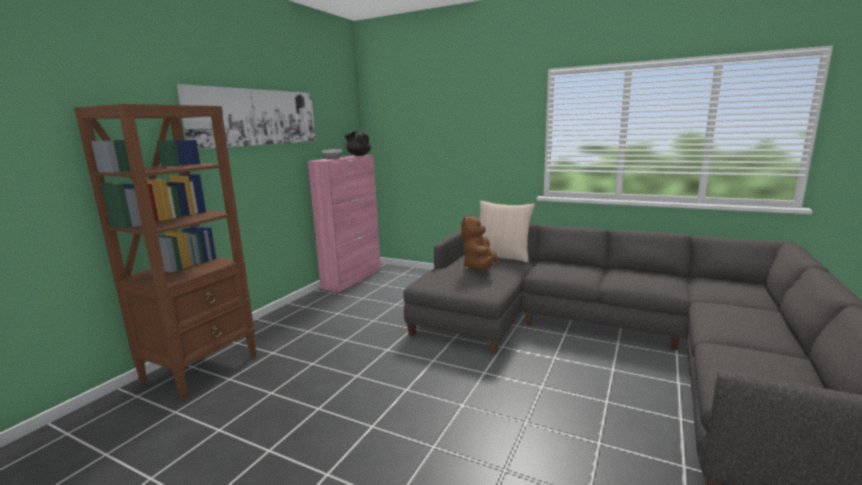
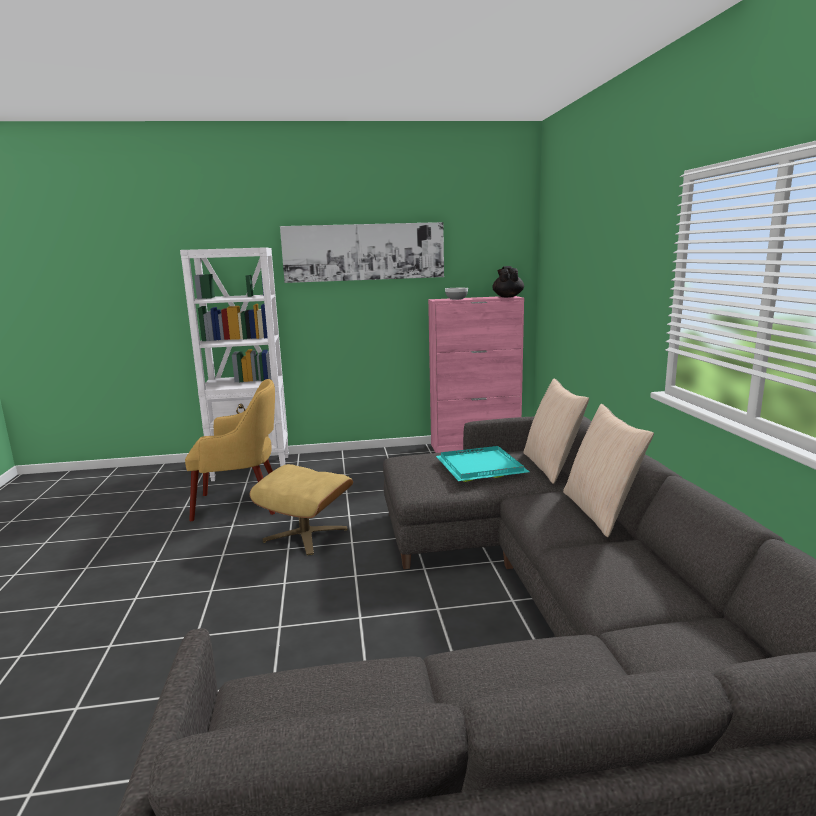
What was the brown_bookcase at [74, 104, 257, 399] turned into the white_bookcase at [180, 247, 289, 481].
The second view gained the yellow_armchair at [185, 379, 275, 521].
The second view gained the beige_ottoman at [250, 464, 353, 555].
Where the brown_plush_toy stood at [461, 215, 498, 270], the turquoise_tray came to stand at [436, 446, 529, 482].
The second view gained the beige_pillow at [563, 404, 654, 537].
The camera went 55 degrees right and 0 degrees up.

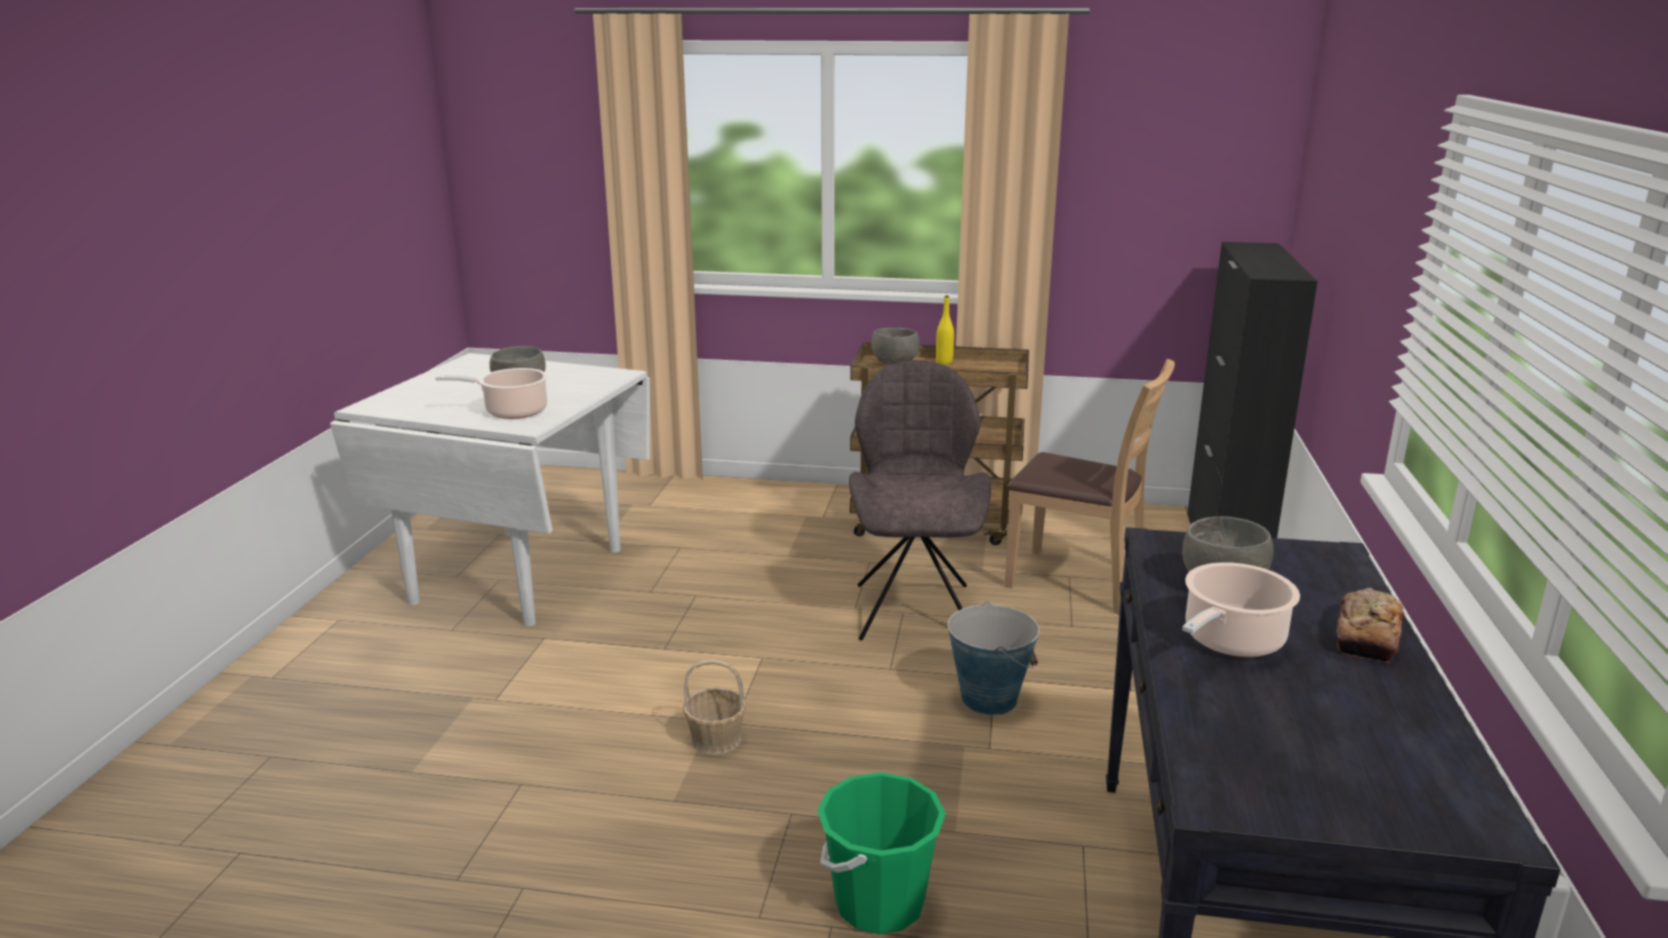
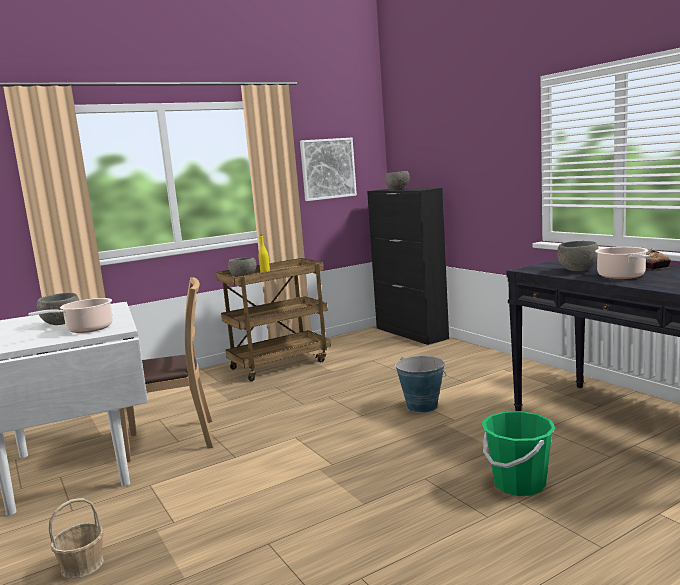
The basket ended up elsewhere, having gone from [683, 660, 746, 755] to [49, 498, 104, 579].
The brown_chair ended up elsewhere, having gone from [1005, 359, 1175, 614] to [119, 277, 214, 462].
The second view gained the picture at [300, 138, 357, 201].
The second view gained the grey_bowl at [385, 171, 410, 189].
The second view lost the grey_chair at [849, 360, 991, 640].
The camera went 40 degrees left and 10 degrees down.

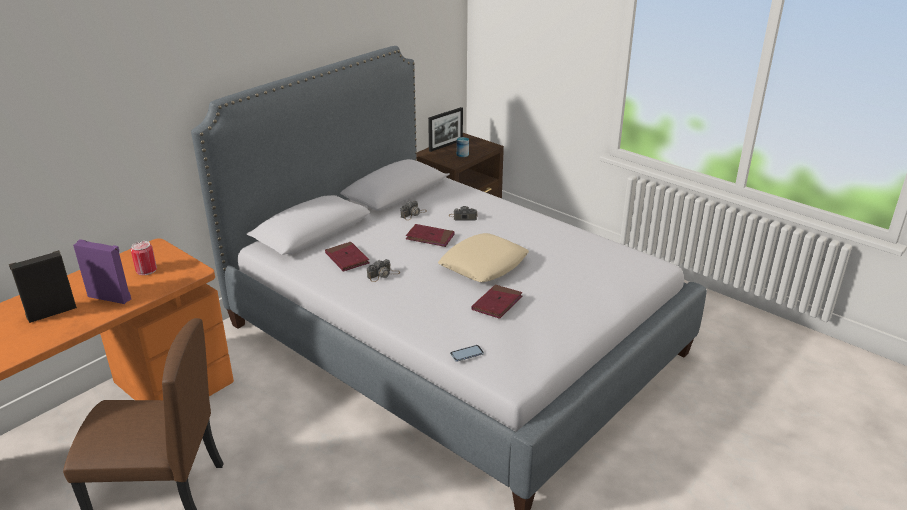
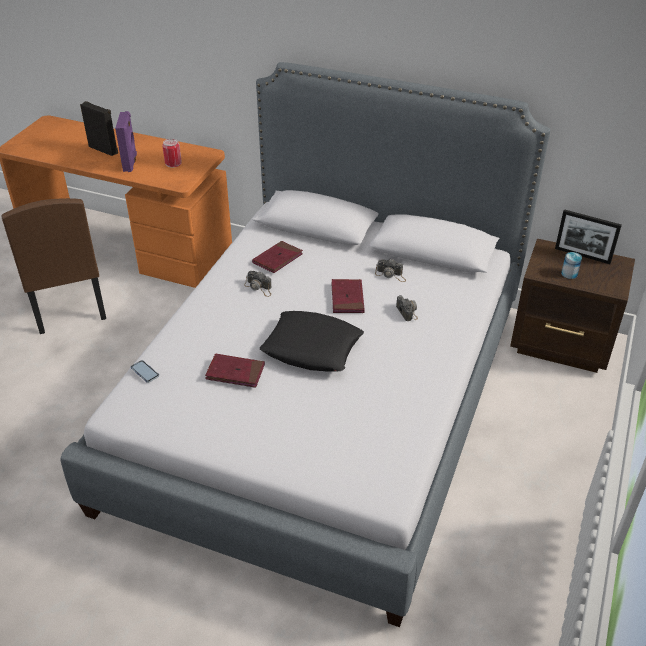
What was the beige_pillow at [438, 233, 529, 282] turned into the black_pillow at [259, 311, 364, 372].
The camera went 70 degrees right and 10 degrees up.

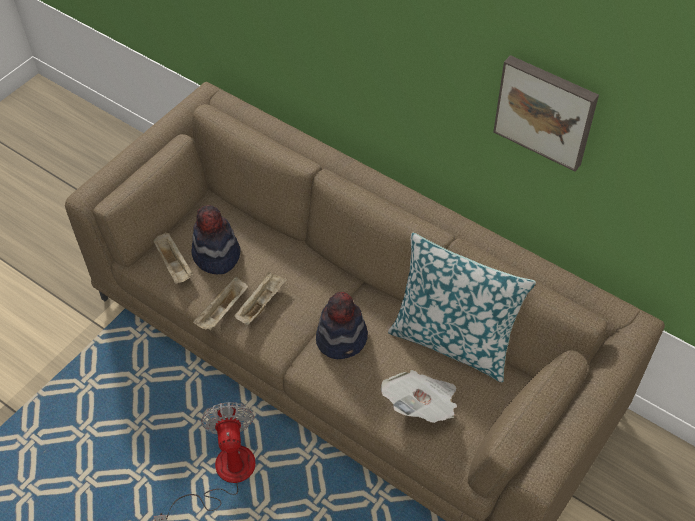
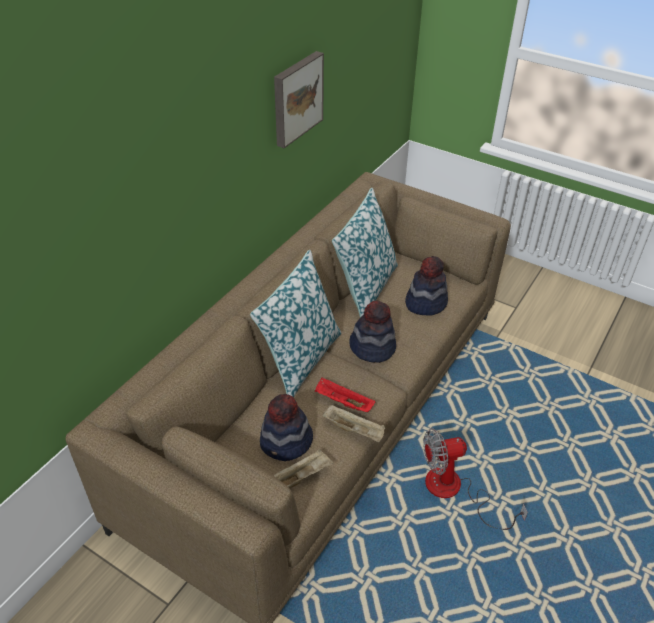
The second view gained the pillow at [250, 250, 341, 398].
What was the beige_tray at [234, 272, 287, 325] turned into the red_tray at [315, 377, 375, 412].
Where the newspaper stood at [381, 370, 457, 423], the hat came to stand at [405, 256, 448, 316].
The camera went 95 degrees left and 10 degrees down.

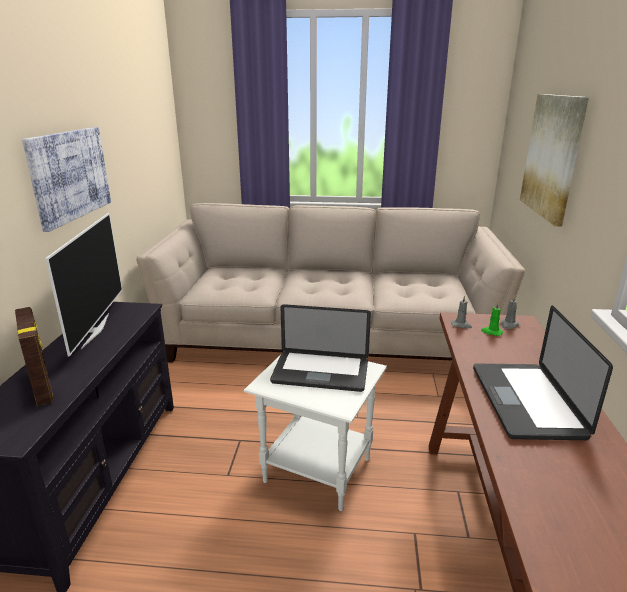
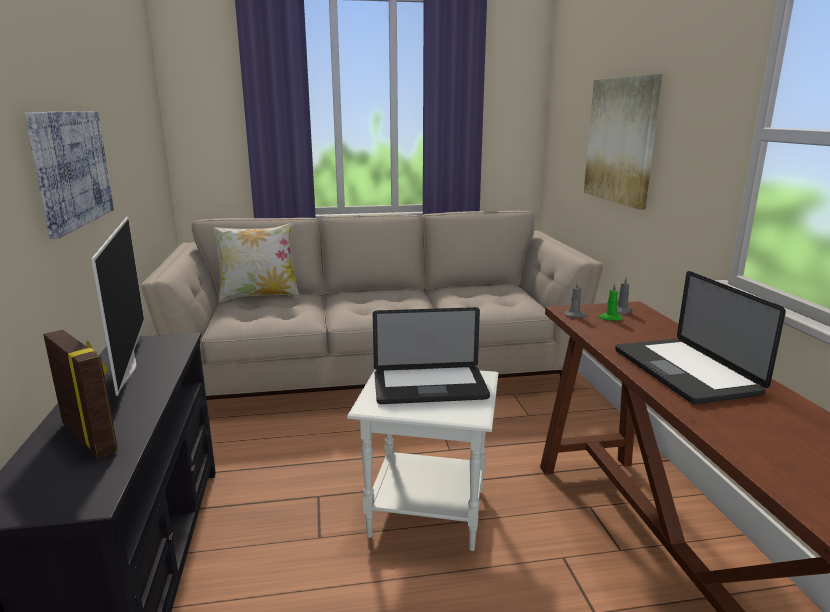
The second view gained the pillow at [213, 222, 300, 302].
The camera went 15 degrees left and 5 degrees down.

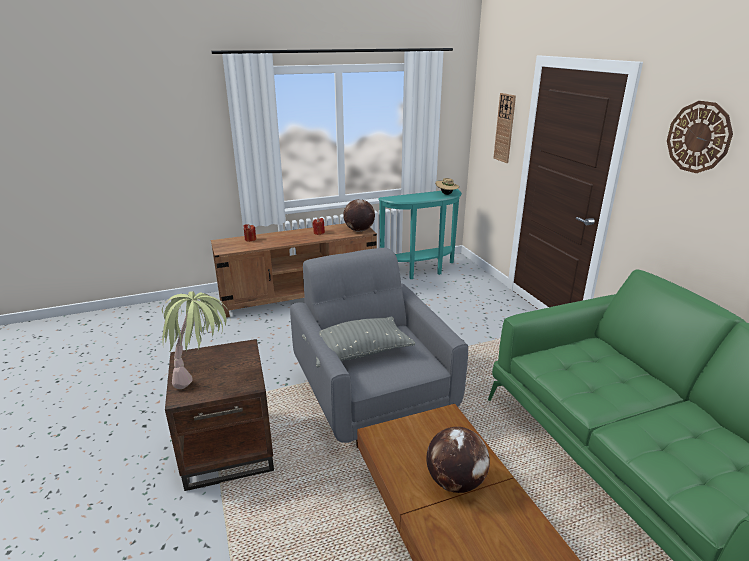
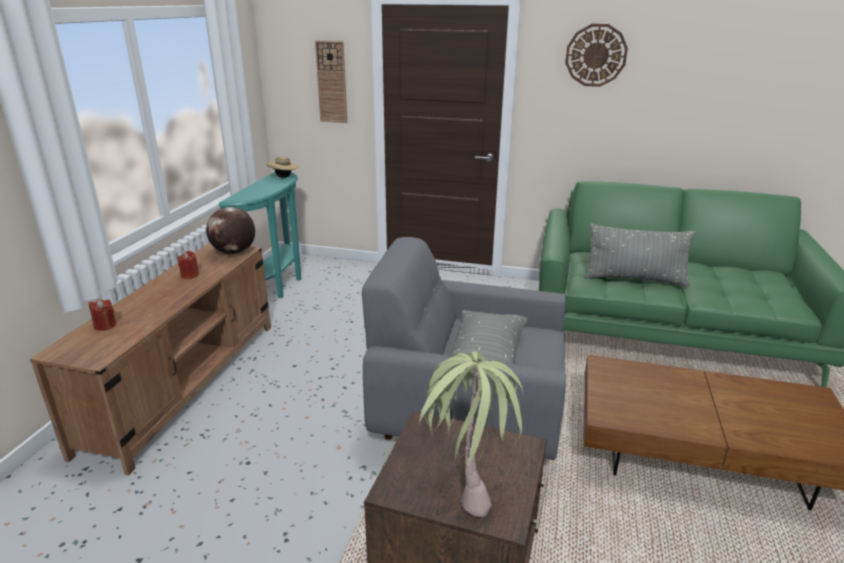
The second view gained the grey_pillow at [584, 224, 696, 288].
The second view lost the globe at [426, 427, 490, 493].
The camera went 55 degrees left and 0 degrees up.

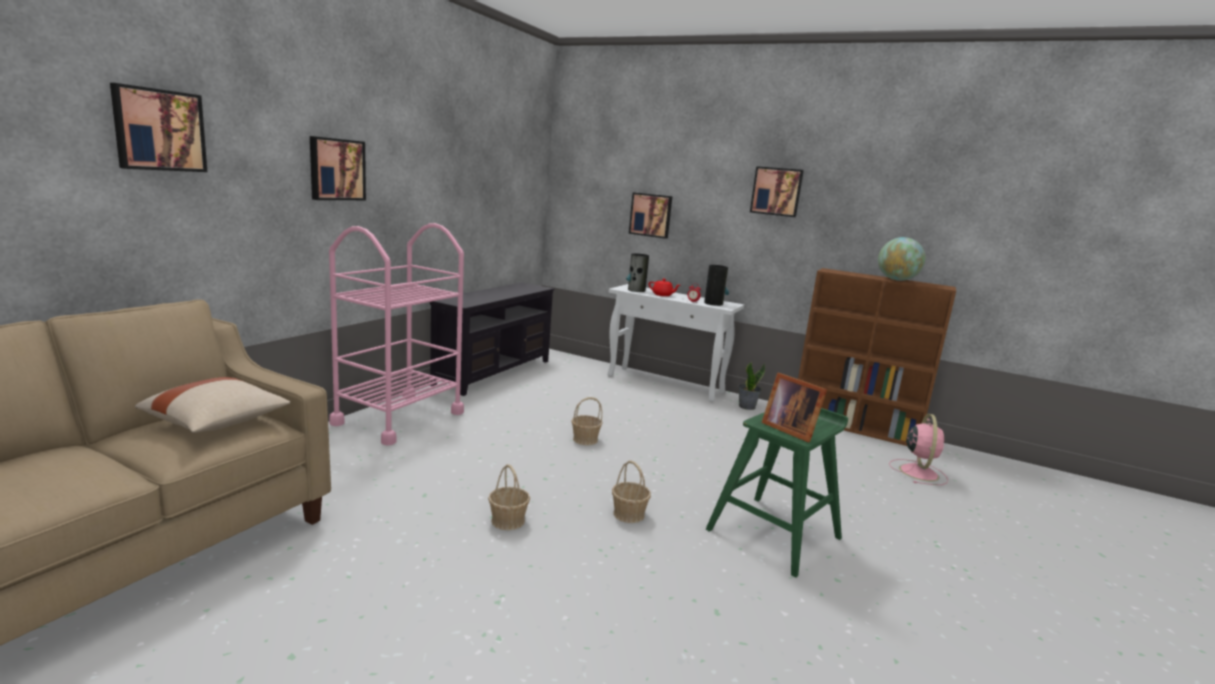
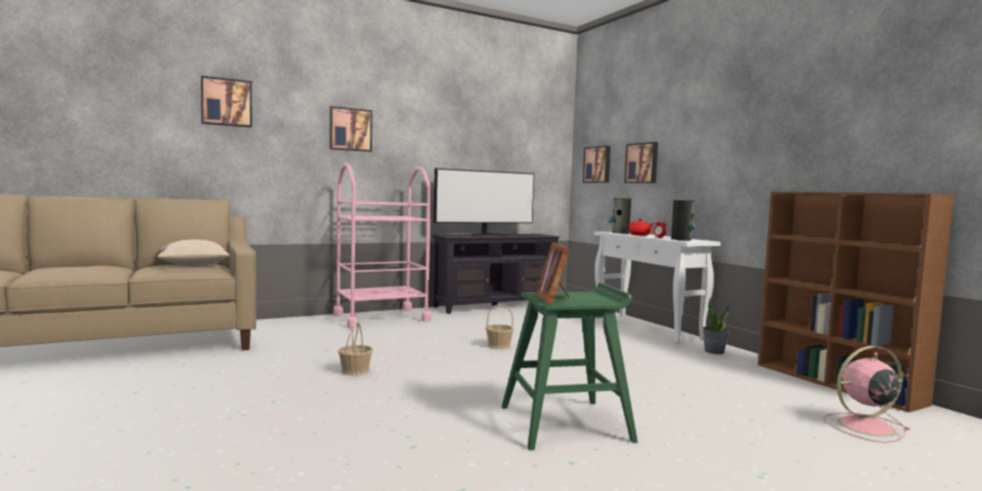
The second view gained the television at [433, 168, 534, 236].
The picture ended up elsewhere, having gone from [750, 166, 804, 217] to [583, 146, 611, 183].
The pink_fan at [889, 414, 948, 485] ended up facing another way, 150 degrees counterclockwise from before.
The second view lost the basket at [612, 460, 651, 523].
The second view lost the globe at [878, 237, 926, 281].
The camera went 35 degrees right and 10 degrees down.

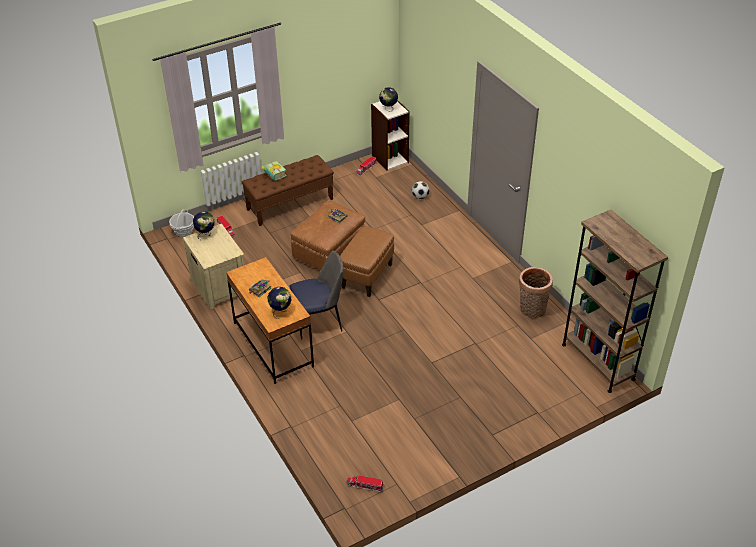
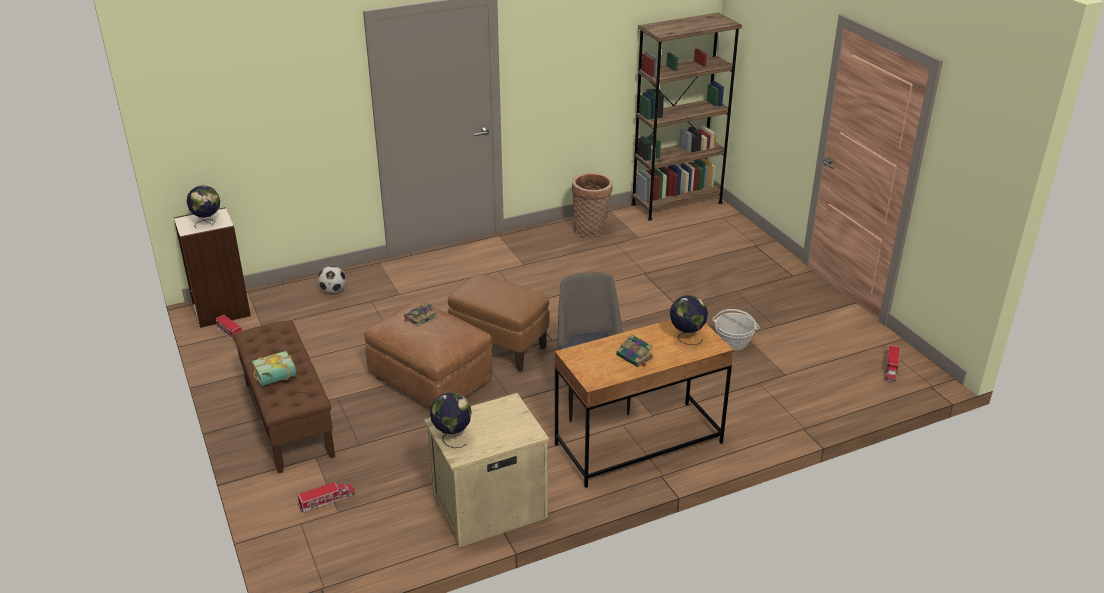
The basket ended up elsewhere, having gone from [169, 209, 194, 237] to [712, 309, 760, 351].
The camera went 85 degrees left and 10 degrees down.

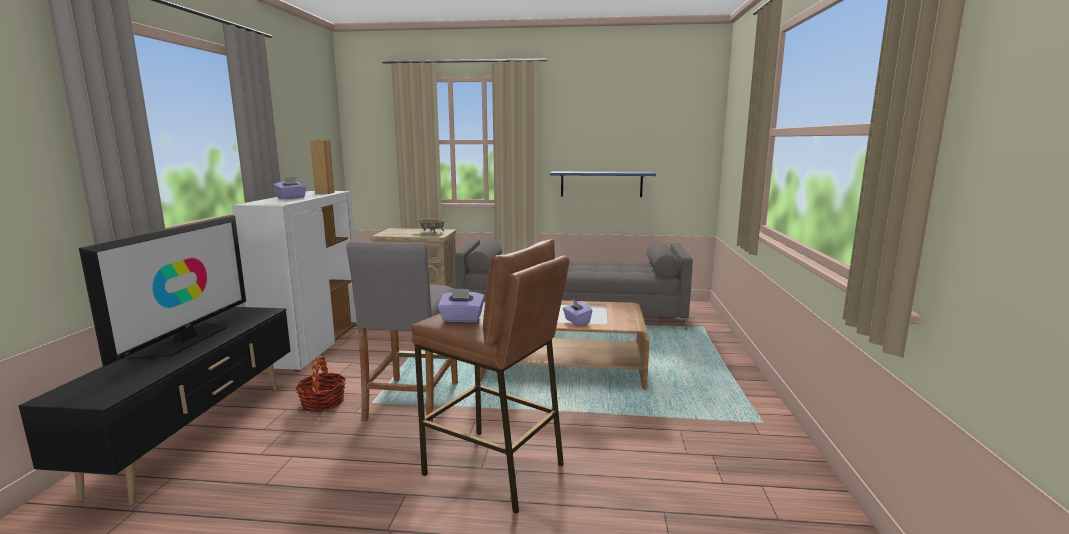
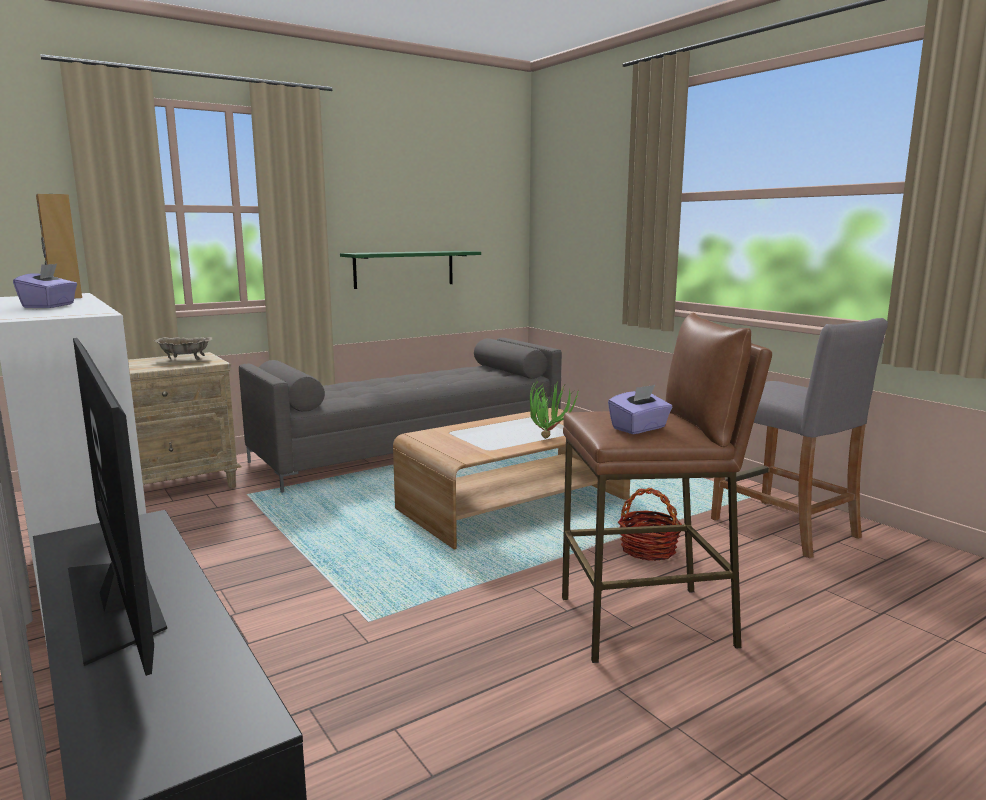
What was the blue_shelf at [550, 171, 656, 197] turned into the green_shelf at [340, 251, 481, 289].
Where the purple_tissue_box stood at [563, 299, 592, 326], the potted_plant came to stand at [530, 378, 578, 439].
The basket ended up elsewhere, having gone from [296, 356, 346, 412] to [618, 488, 682, 561].
The grey_stool ended up elsewhere, having gone from [347, 241, 458, 422] to [711, 318, 888, 559].
The camera went 40 degrees left and 0 degrees up.

